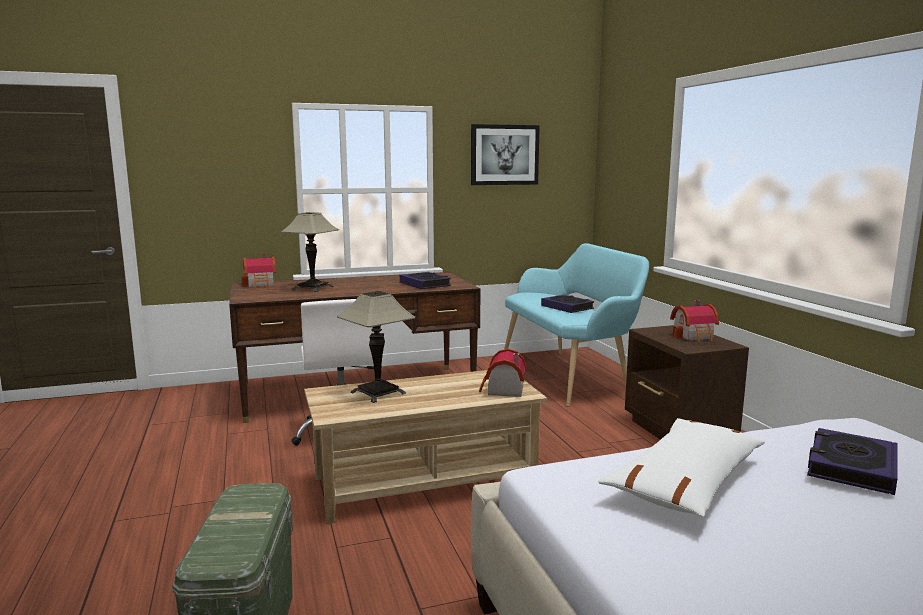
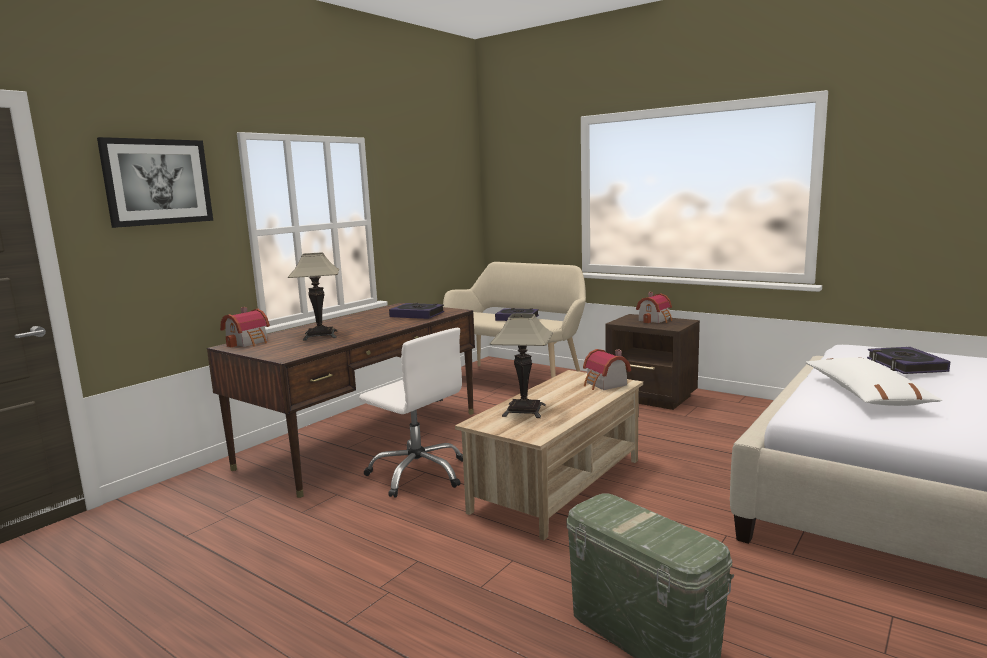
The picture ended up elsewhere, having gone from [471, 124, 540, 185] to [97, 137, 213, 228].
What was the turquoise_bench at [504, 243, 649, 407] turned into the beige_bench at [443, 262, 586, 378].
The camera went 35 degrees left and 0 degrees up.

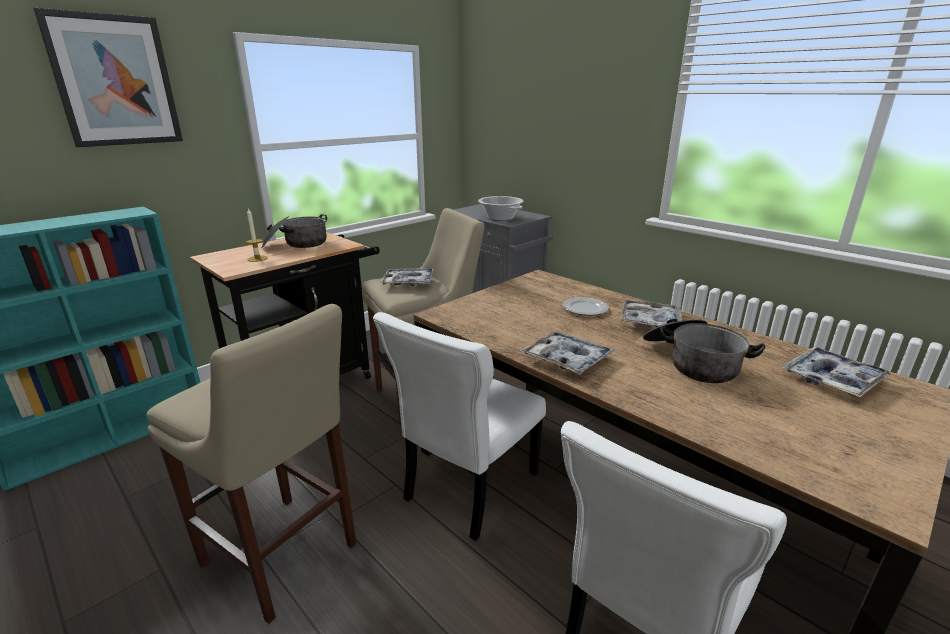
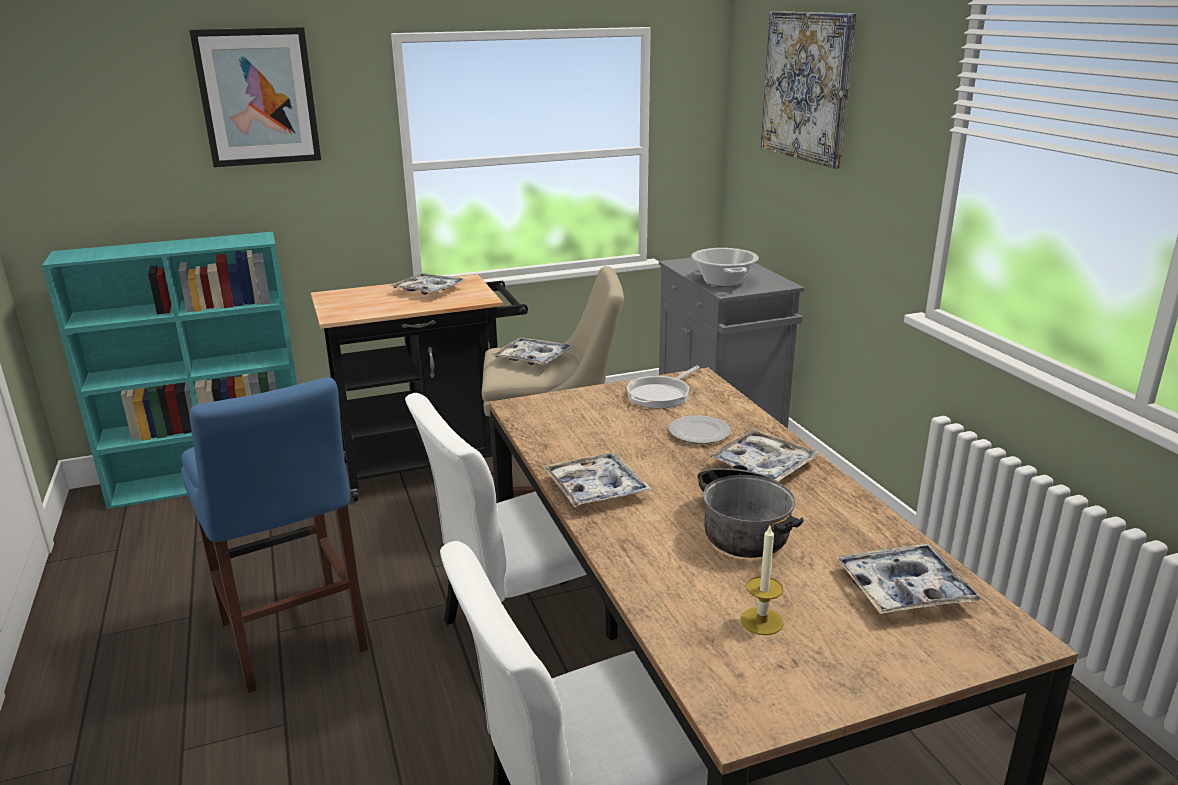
What was the beige_stool at [147, 304, 357, 624] turned into the blue_stool at [181, 377, 368, 693].
Where the cooking_pot stood at [261, 214, 327, 248], the tray came to stand at [389, 273, 467, 295].
The second view gained the frying_pan at [627, 366, 700, 409].
The candle ended up elsewhere, having gone from [246, 208, 268, 262] to [741, 526, 784, 635].
The second view gained the picture at [761, 11, 856, 169].
The camera went 25 degrees right and 0 degrees up.

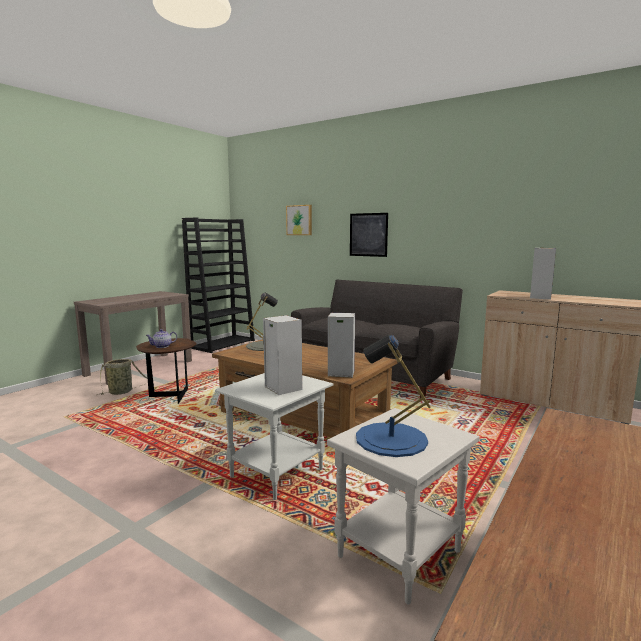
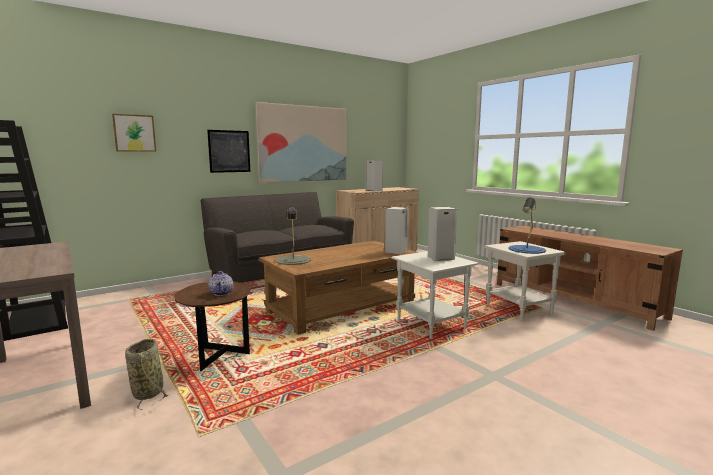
The second view gained the picture at [256, 102, 346, 183].
The camera went 70 degrees left and 0 degrees up.

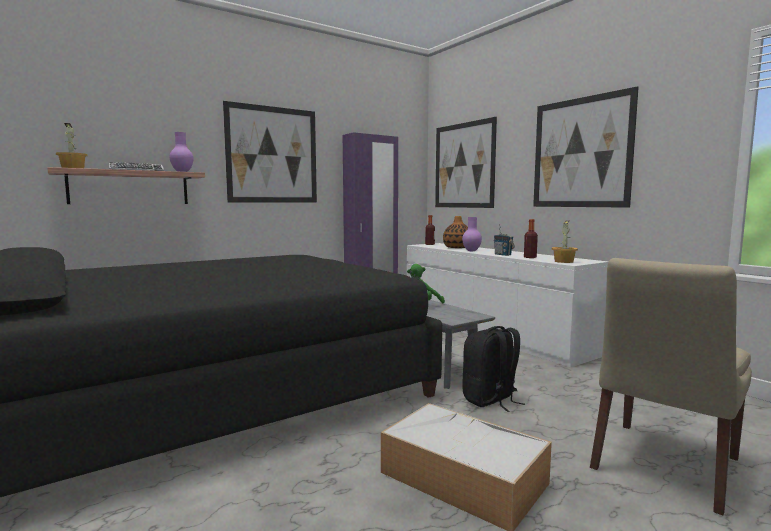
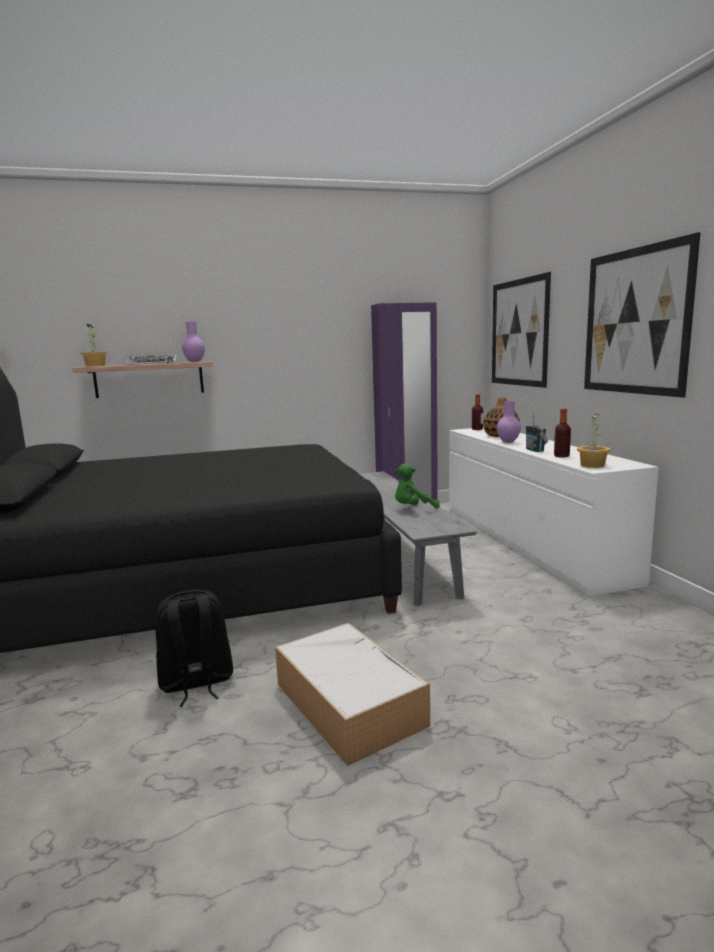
The black_backpack ended up elsewhere, having gone from [462, 326, 525, 412] to [156, 590, 233, 707].
The second view lost the picture at [223, 101, 317, 202].
The second view lost the beige_chair at [590, 258, 752, 516].
The camera went 20 degrees right and 5 degrees up.

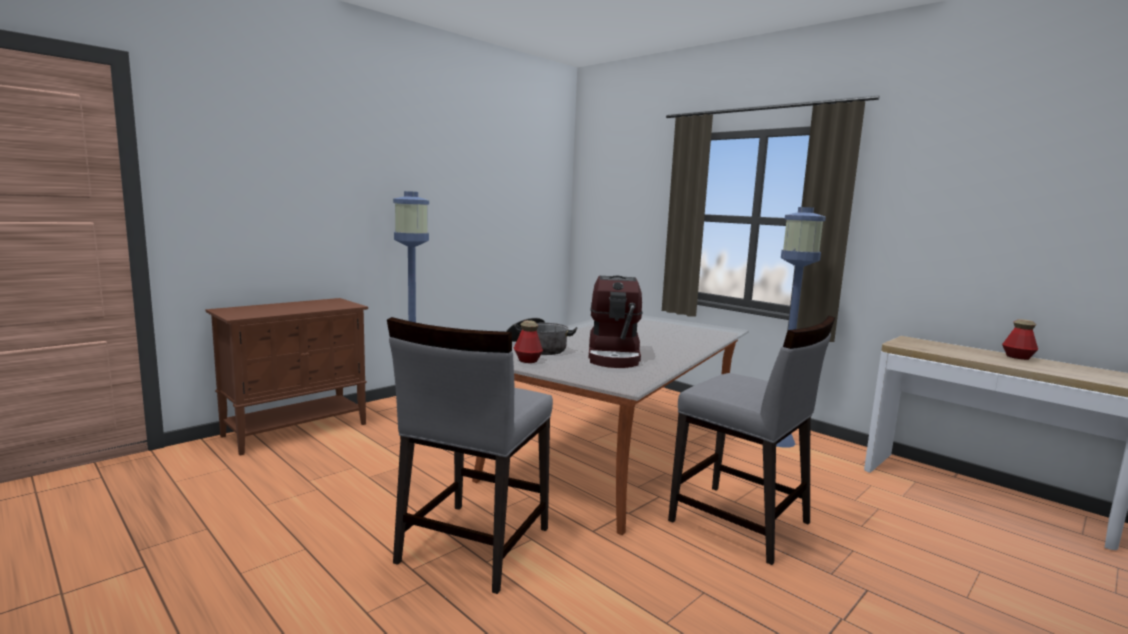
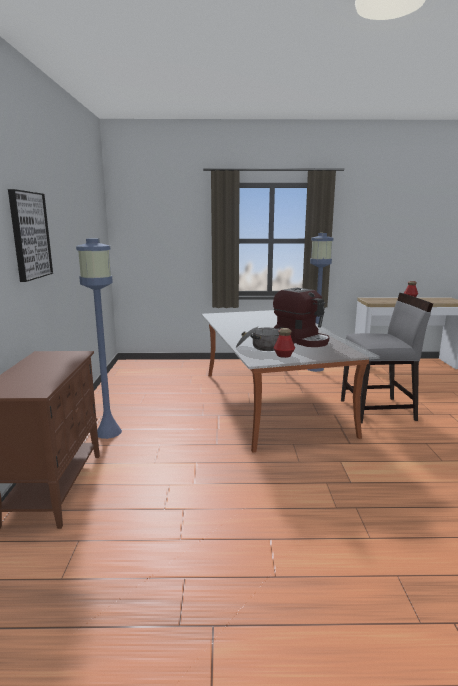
The second view gained the picture at [8, 189, 53, 282].
The second view lost the grey_chair at [387, 317, 553, 594].
The camera went 45 degrees left and 5 degrees up.

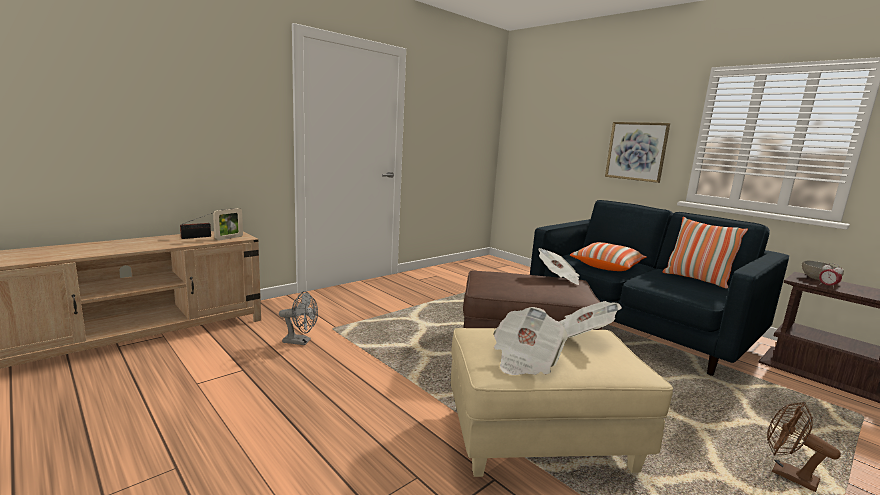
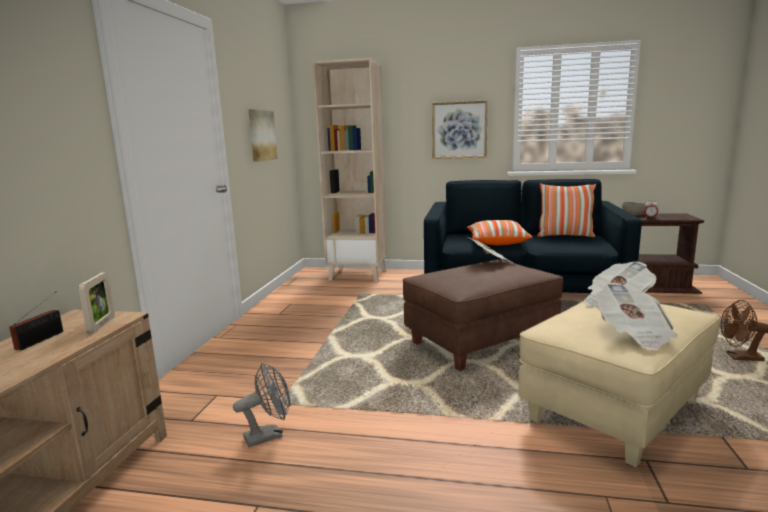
The second view gained the picture at [248, 109, 277, 162].
The second view gained the beige_bookcase at [313, 58, 387, 282].
The camera went 35 degrees left and 0 degrees up.

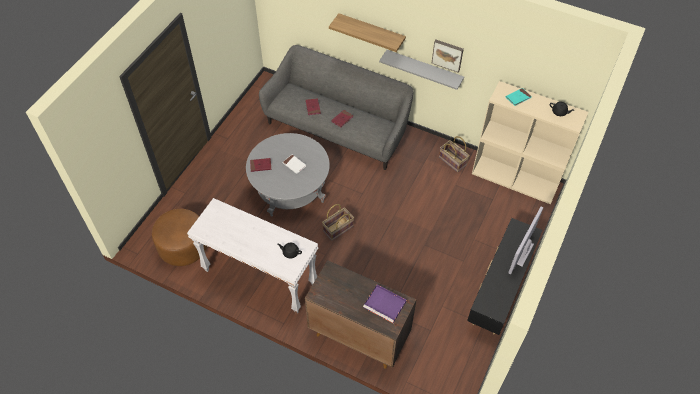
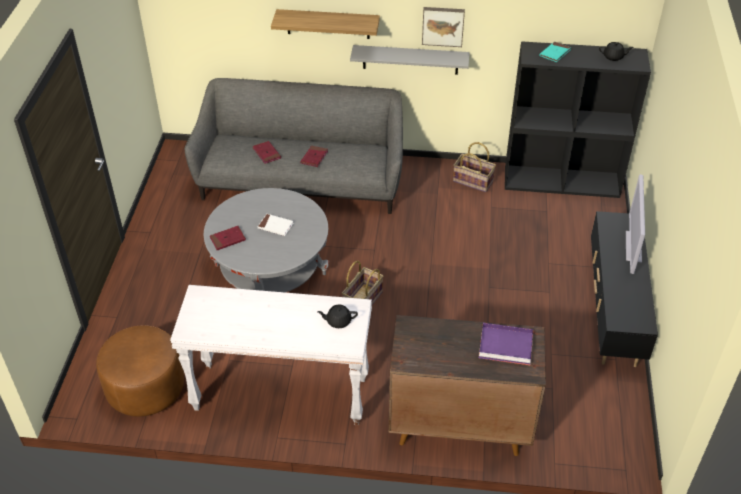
What was the beige_bookcase at [472, 81, 588, 204] turned into the black_bookcase at [505, 41, 651, 198].
The camera went 20 degrees left and 10 degrees down.

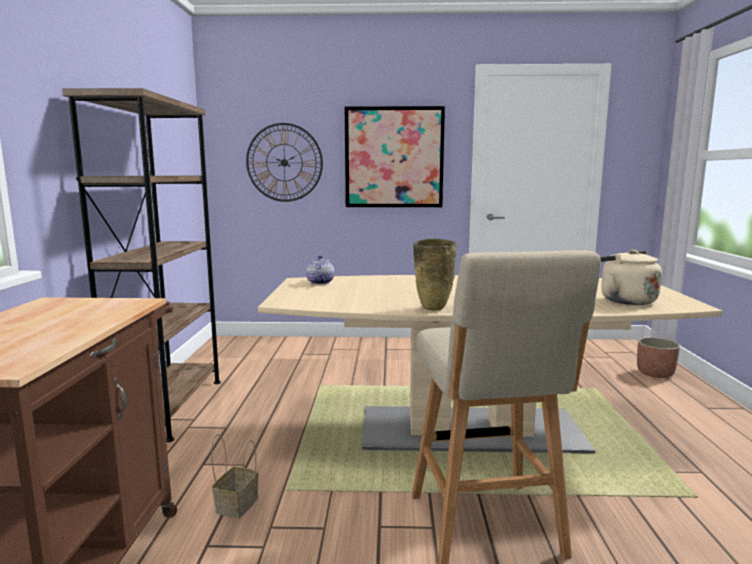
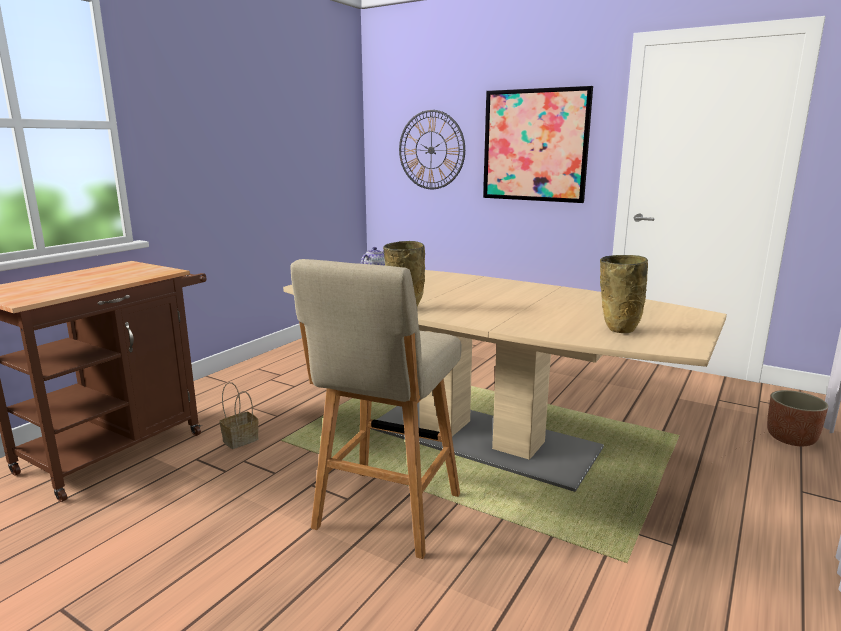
Where the beige_kettle stood at [600, 250, 662, 305], the beige_vase came to stand at [600, 255, 648, 333].
The second view lost the brown_bookcase at [62, 88, 221, 442].
The camera went 30 degrees right and 5 degrees up.

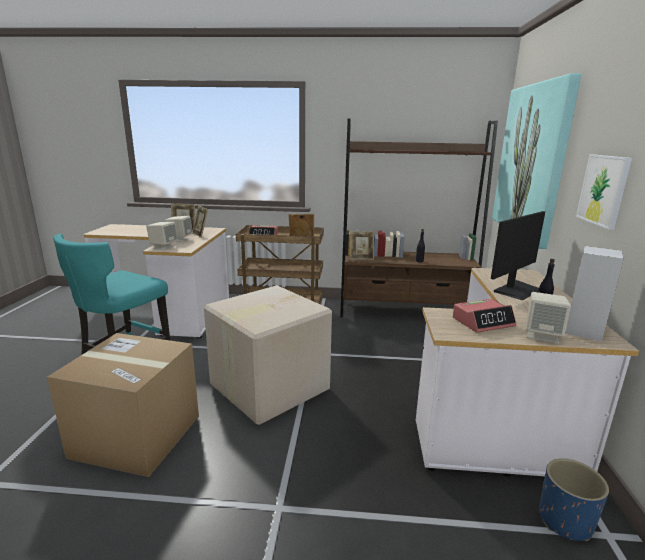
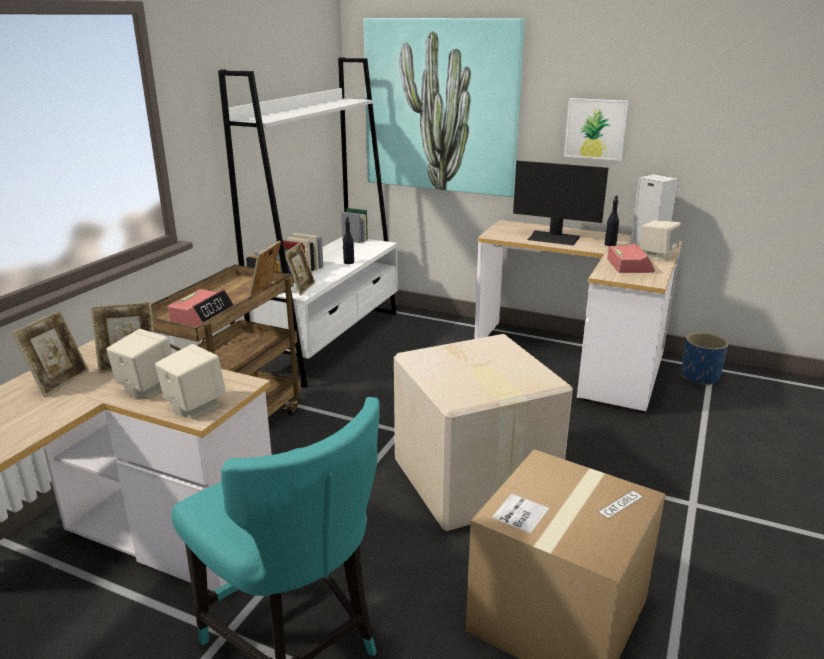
What was the brown_bookcase at [340, 118, 498, 317] turned into the white_bookcase at [218, 57, 398, 388].
The monitor at [491, 211, 545, 300] ended up facing another way, 135 degrees clockwise from before.
The camera went 70 degrees left and 5 degrees up.

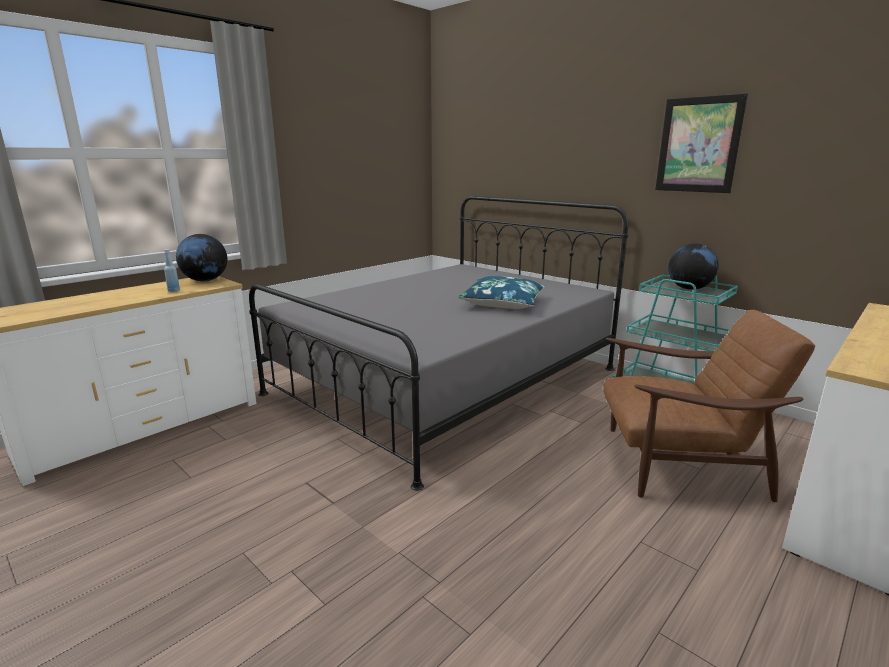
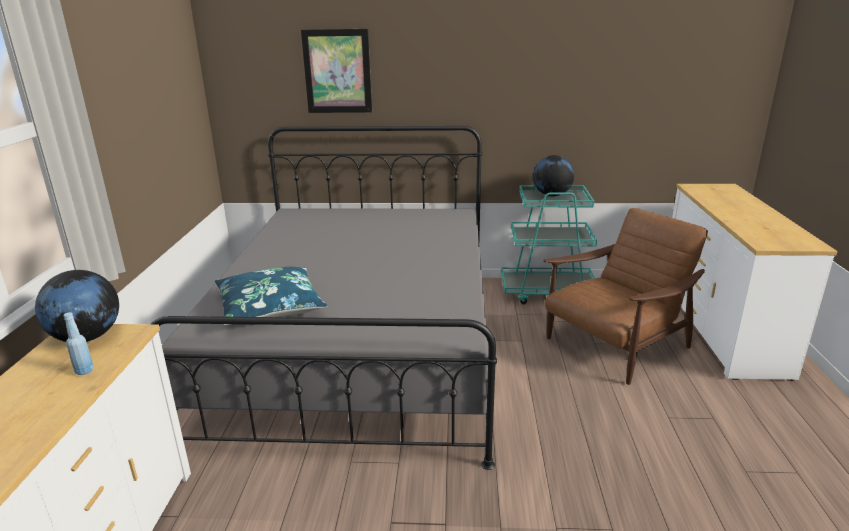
The blue_pillow ended up elsewhere, having gone from [458, 276, 545, 309] to [215, 267, 327, 325].
The picture ended up elsewhere, having gone from [655, 93, 748, 193] to [301, 29, 372, 113].
The camera went 40 degrees left and 5 degrees up.

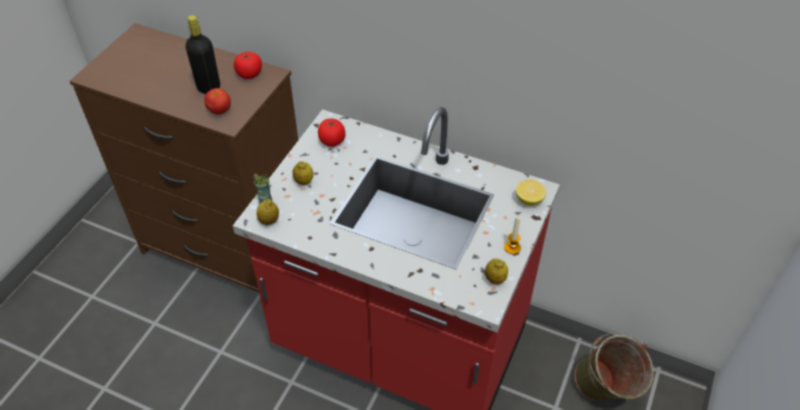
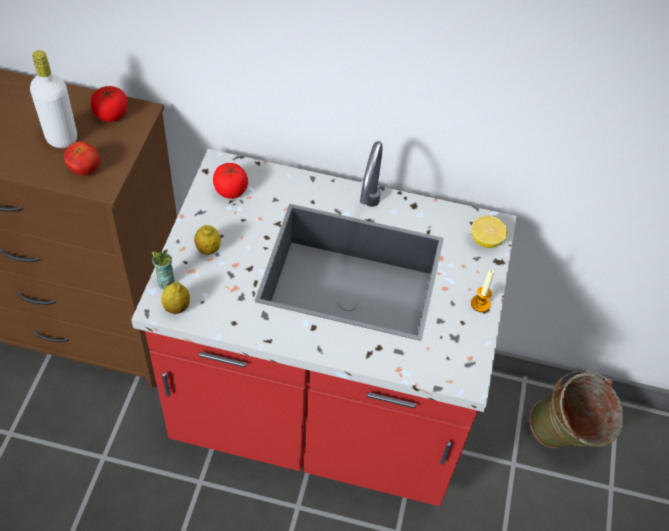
What was the black_bottle at [185, 15, 220, 94] turned into the white_bottle at [30, 50, 77, 148].
The second view lost the lemon at [485, 259, 508, 284].
The camera went 15 degrees left and 5 degrees up.

